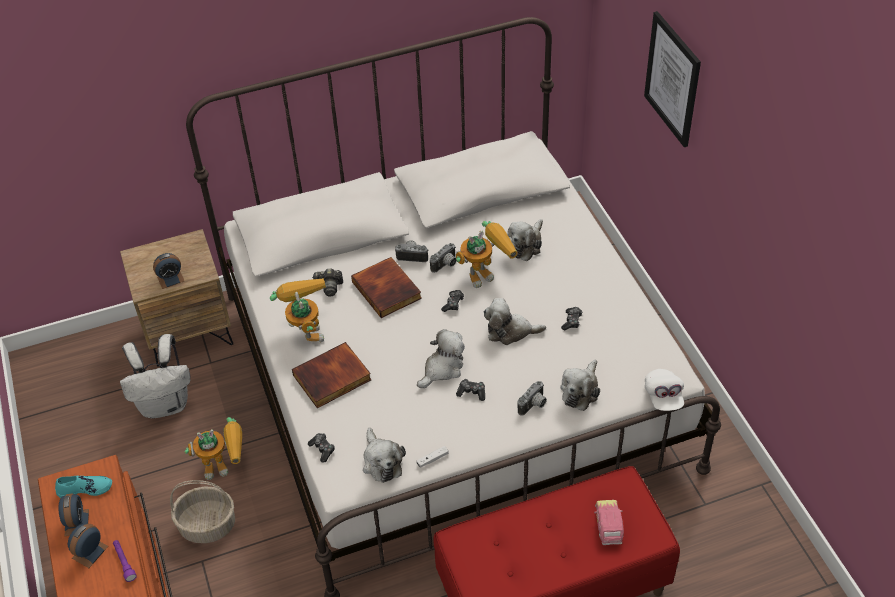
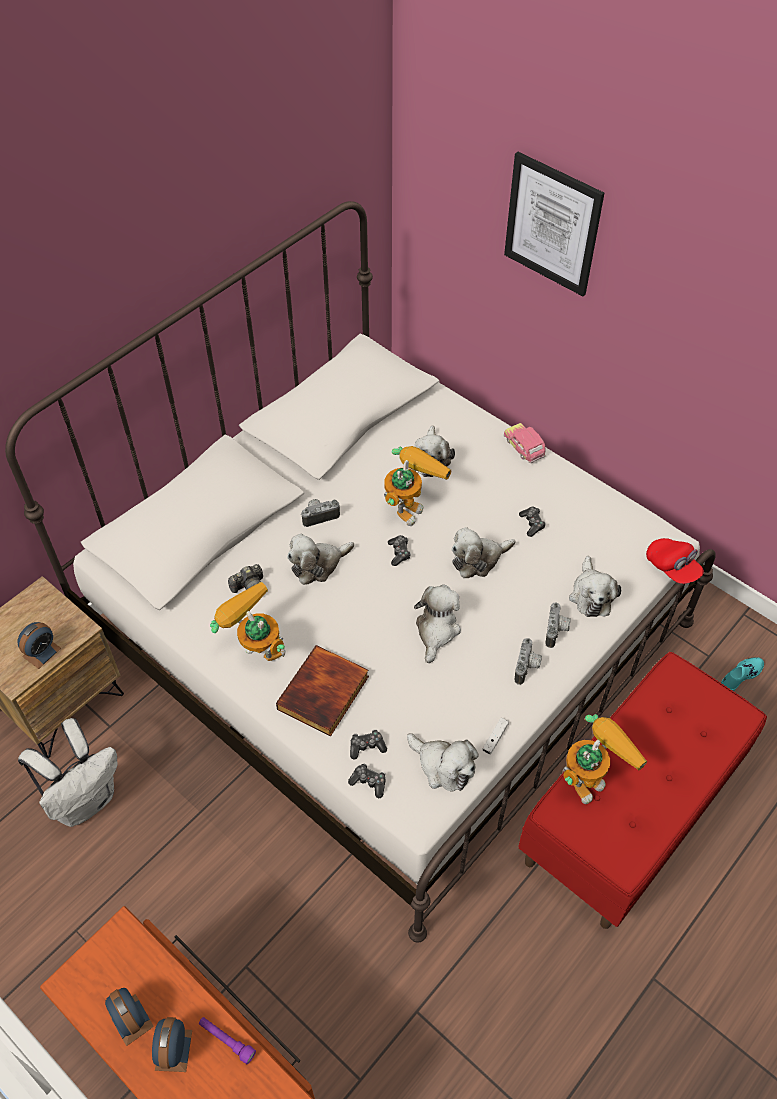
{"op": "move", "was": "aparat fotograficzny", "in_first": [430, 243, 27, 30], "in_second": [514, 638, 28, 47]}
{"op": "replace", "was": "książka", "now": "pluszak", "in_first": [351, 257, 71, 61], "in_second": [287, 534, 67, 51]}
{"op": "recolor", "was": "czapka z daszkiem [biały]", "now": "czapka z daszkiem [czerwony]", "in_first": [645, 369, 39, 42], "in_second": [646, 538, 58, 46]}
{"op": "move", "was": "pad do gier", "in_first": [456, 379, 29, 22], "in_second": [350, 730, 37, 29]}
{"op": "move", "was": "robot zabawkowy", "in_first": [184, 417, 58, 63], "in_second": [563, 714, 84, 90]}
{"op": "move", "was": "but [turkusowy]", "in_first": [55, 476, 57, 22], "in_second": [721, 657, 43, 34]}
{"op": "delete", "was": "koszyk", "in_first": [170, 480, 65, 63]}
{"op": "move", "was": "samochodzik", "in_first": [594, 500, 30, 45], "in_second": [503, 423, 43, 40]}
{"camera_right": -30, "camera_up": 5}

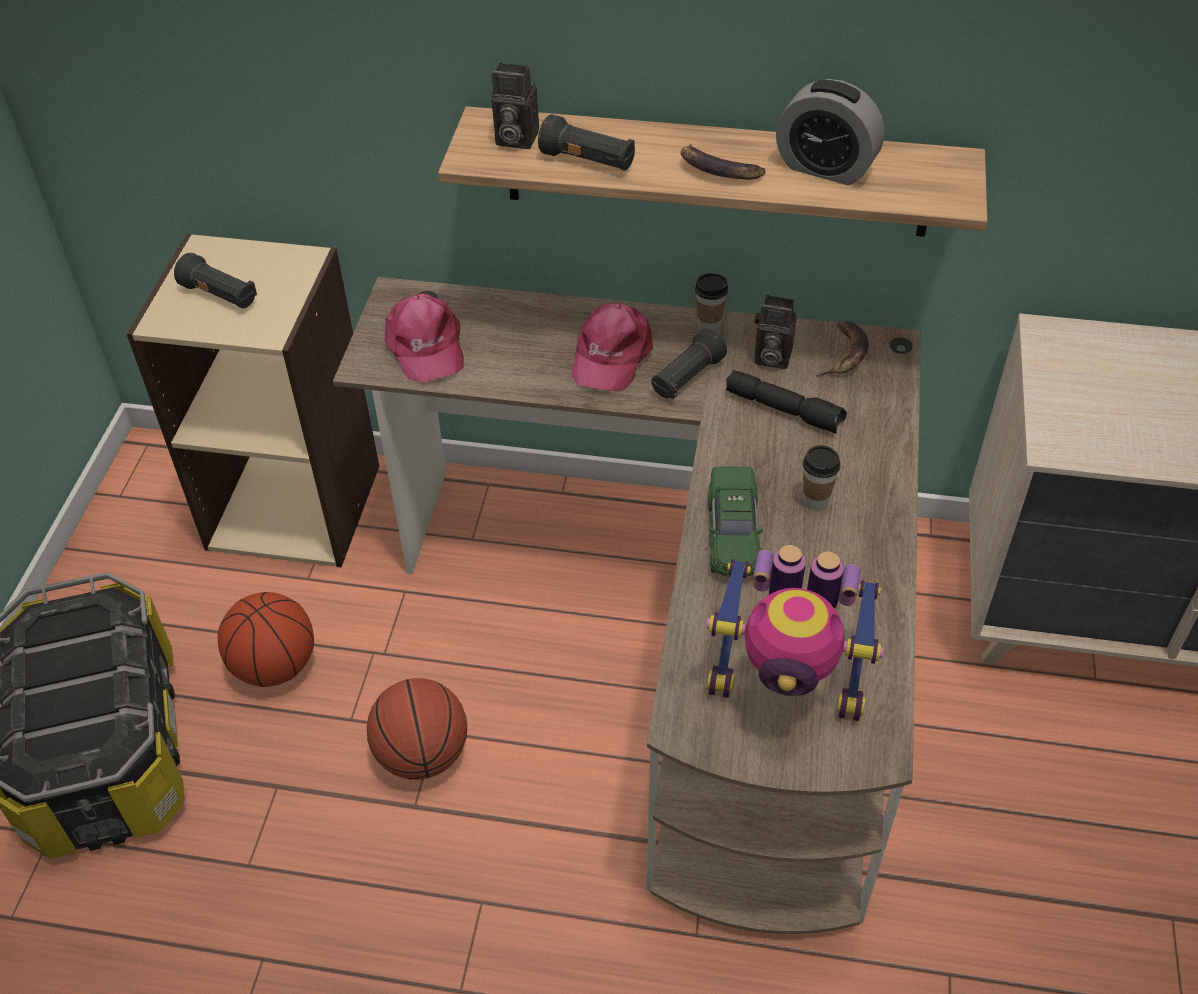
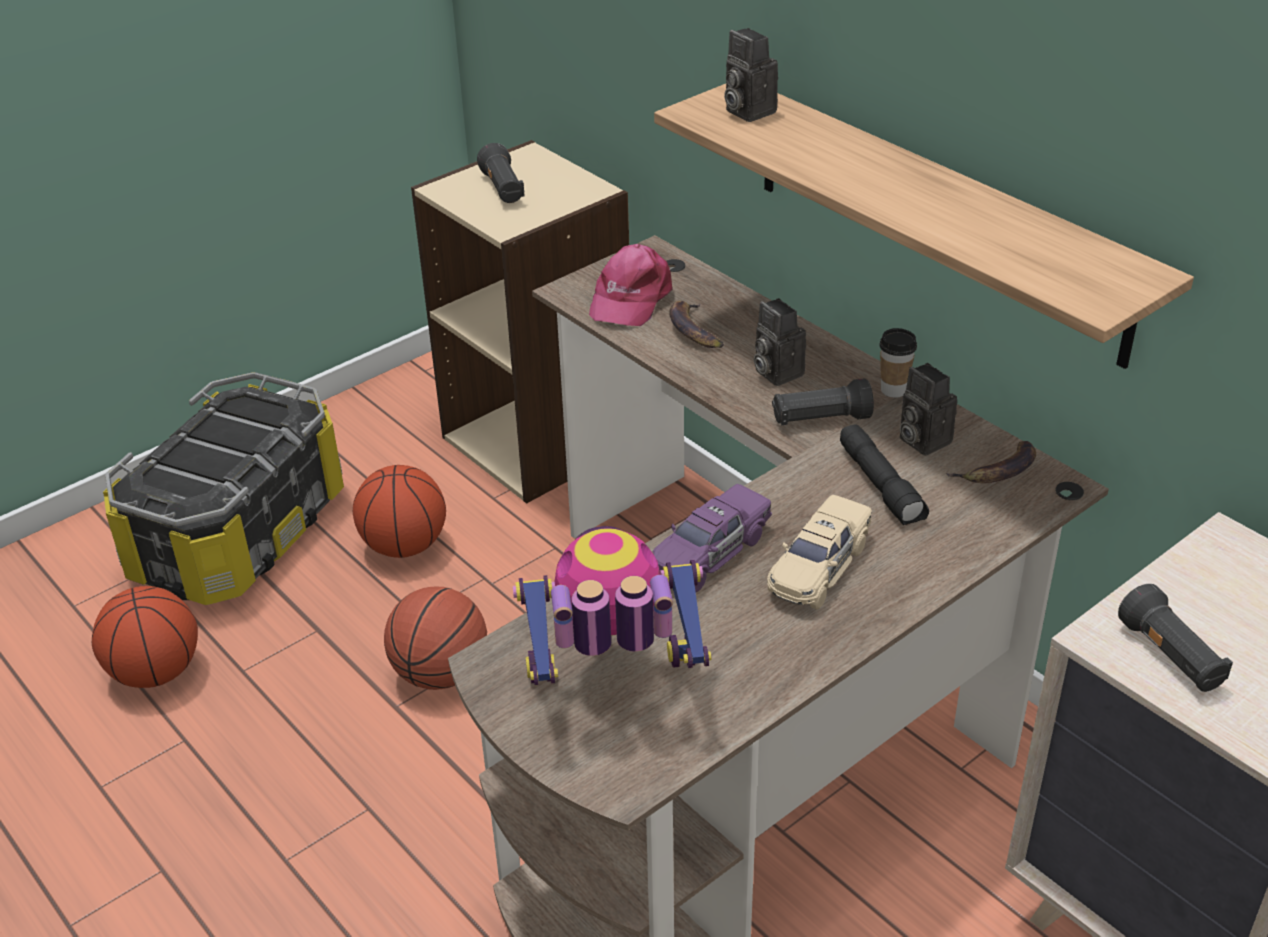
{"op": "delete", "was": "budzik", "in_first": [776, 79, 109, 106]}
{"op": "move", "was": "latarka [czarny]", "in_first": [538, 114, 97, 57], "in_second": [1118, 584, 115, 108]}
{"op": "move", "was": "banan", "in_first": [681, 144, 85, 36], "in_second": [669, 301, 55, 47]}
{"op": "replace", "was": "czapka z daszkiem [różowy]", "now": "aparat fotograficzny", "in_first": [572, 303, 81, 88], "in_second": [754, 298, 52, 88]}
{"op": "replace", "was": "filiżanka", "now": "samochodzik [beżowy]", "in_first": [803, 445, 37, 65], "in_second": [767, 495, 105, 115]}
{"op": "recolor", "was": "samochodzik [zielony]", "now": "samochodzik [fioletowy]", "in_first": [708, 466, 55, 111], "in_second": [652, 484, 120, 108]}
{"op": "rotate", "was": "robot zabawkowy", "in_first": [706, 545, 178, 176], "in_second": [513, 526, 198, 159], "clockwise": 120}
{"op": "insert", "now": "piłka do koszykówki", "in_second": [92, 586, 106, 102]}
{"camera_right": 40, "camera_up": -10}

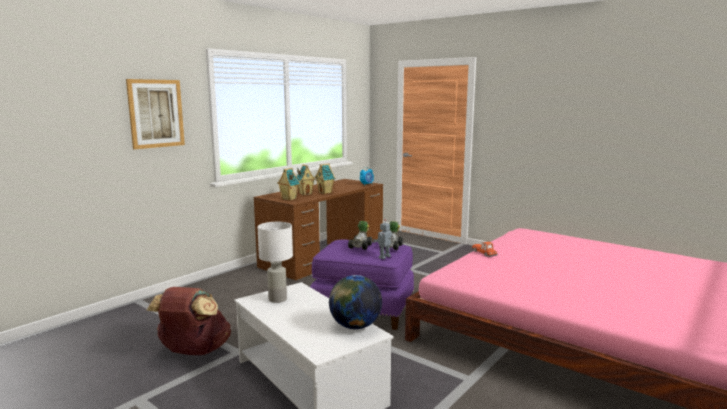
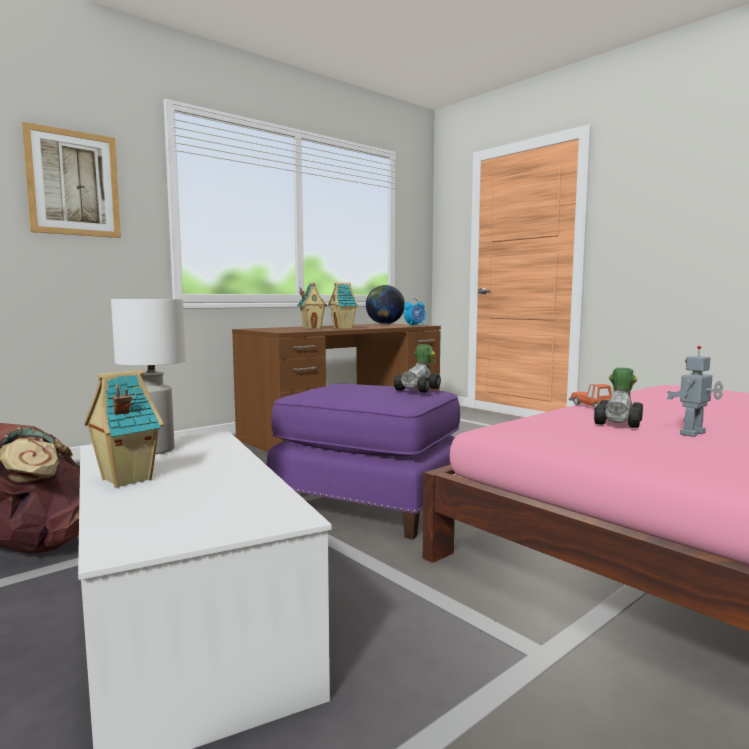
{"op": "move", "was": "domek", "in_first": [277, 168, 23, 32], "in_second": [84, 370, 80, 118]}
{"op": "move", "was": "robot zabawkowy", "in_first": [373, 219, 21, 40], "in_second": [666, 346, 57, 91]}
{"op": "move", "was": "samochodzik", "in_first": [348, 221, 25, 29], "in_second": [594, 367, 49, 61]}
{"op": "move", "was": "globus", "in_first": [329, 275, 53, 54], "in_second": [366, 285, 39, 39]}
{"camera_right": 10, "camera_up": -5}

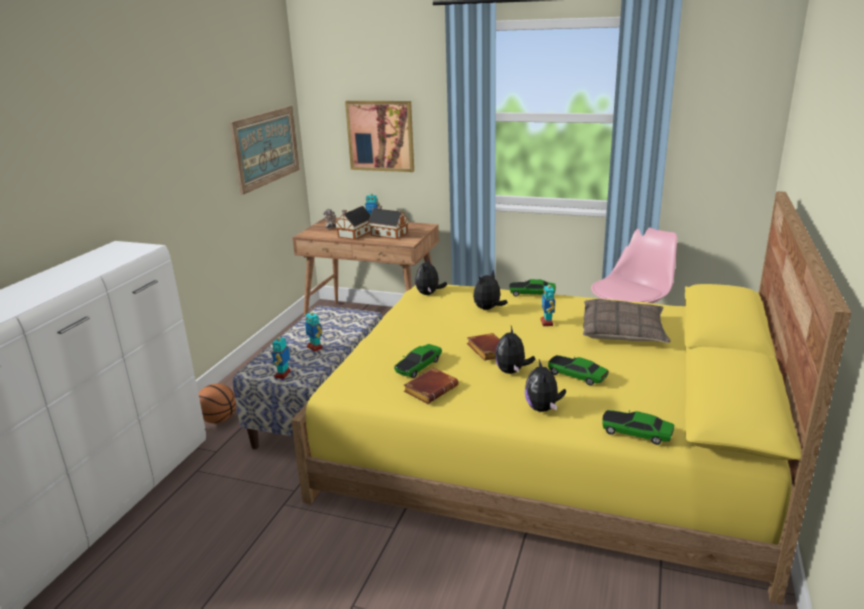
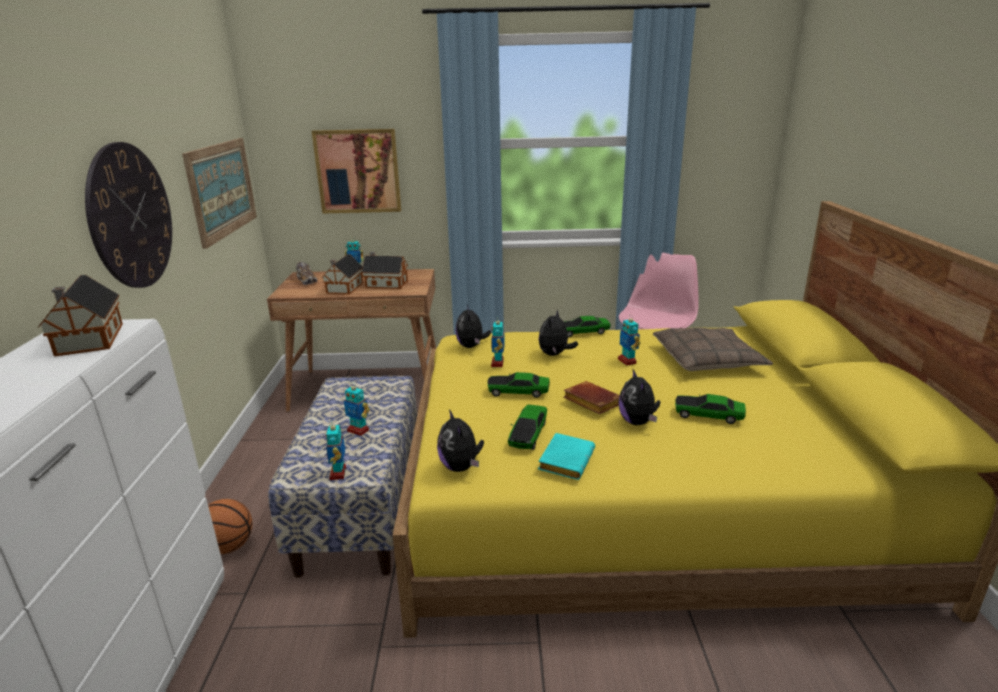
{"op": "move", "was": "pluszak", "in_first": [525, 359, 41, 53], "in_second": [437, 409, 47, 63]}
{"op": "recolor", "was": "książka [brązowy]", "now": "książka [turkusowy]", "in_first": [404, 368, 54, 36], "in_second": [538, 433, 57, 47]}
{"op": "move", "was": "samochodzik", "in_first": [602, 410, 72, 35], "in_second": [488, 372, 62, 26]}
{"op": "insert", "now": "zegar ścienny", "in_second": [85, 142, 87, 146]}
{"op": "insert", "now": "domek", "in_second": [38, 275, 85, 82]}
{"op": "insert", "now": "robot zabawkowy", "in_second": [491, 317, 14, 50]}
{"camera_right": -20, "camera_up": 0}

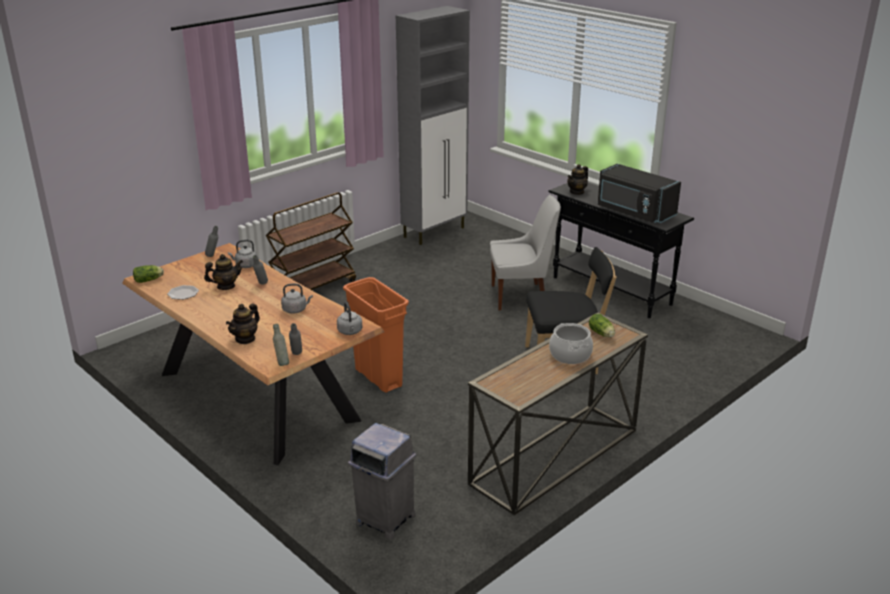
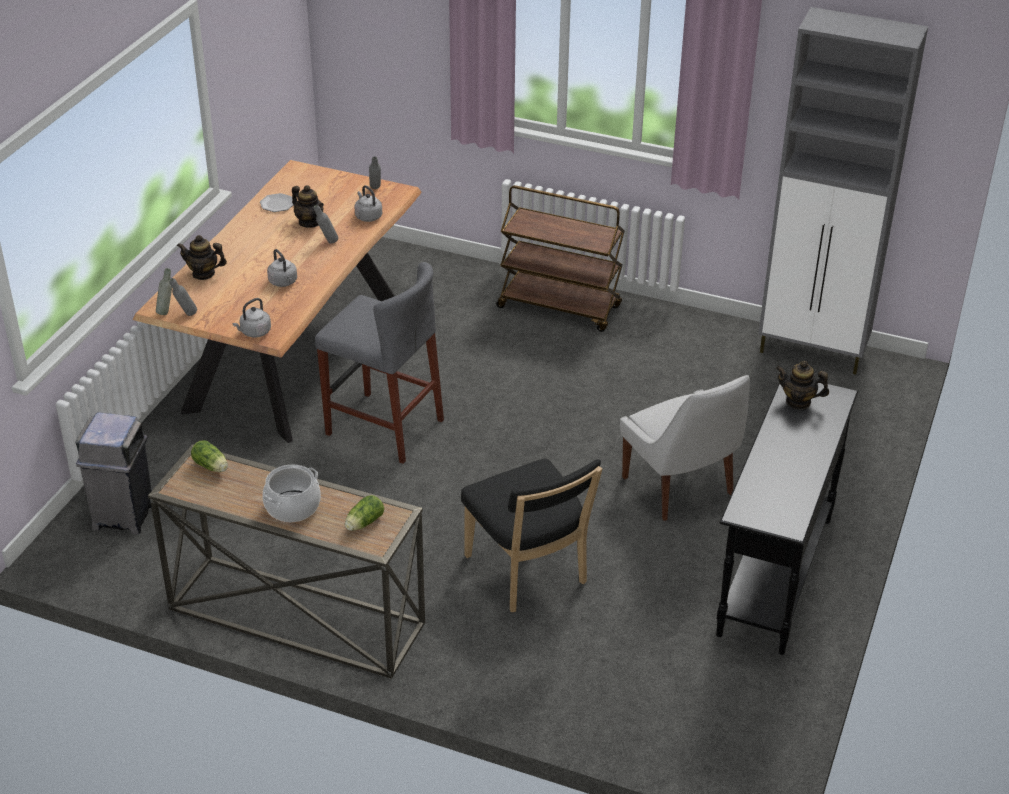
{"op": "delete", "was": "mikrofalówka [czarny]", "in_first": [598, 164, 83, 59]}
{"op": "move", "was": "sałata", "in_first": [133, 265, 31, 18], "in_second": [191, 440, 37, 32]}
{"op": "replace", "was": "kosz na śmieci [pomarańczowy]", "now": "stołek [szary]", "in_first": [343, 277, 66, 116], "in_second": [315, 262, 129, 202]}
{"camera_right": 65, "camera_up": 10}

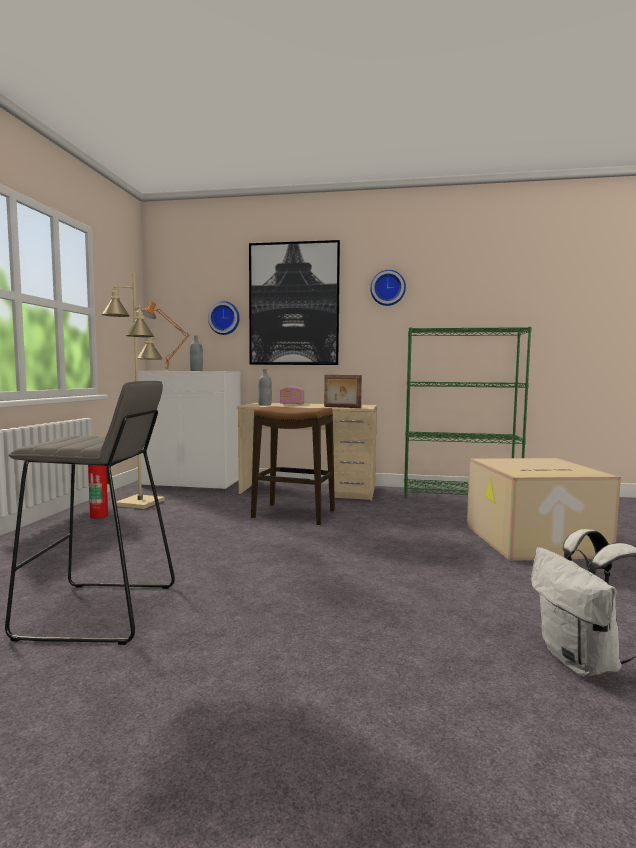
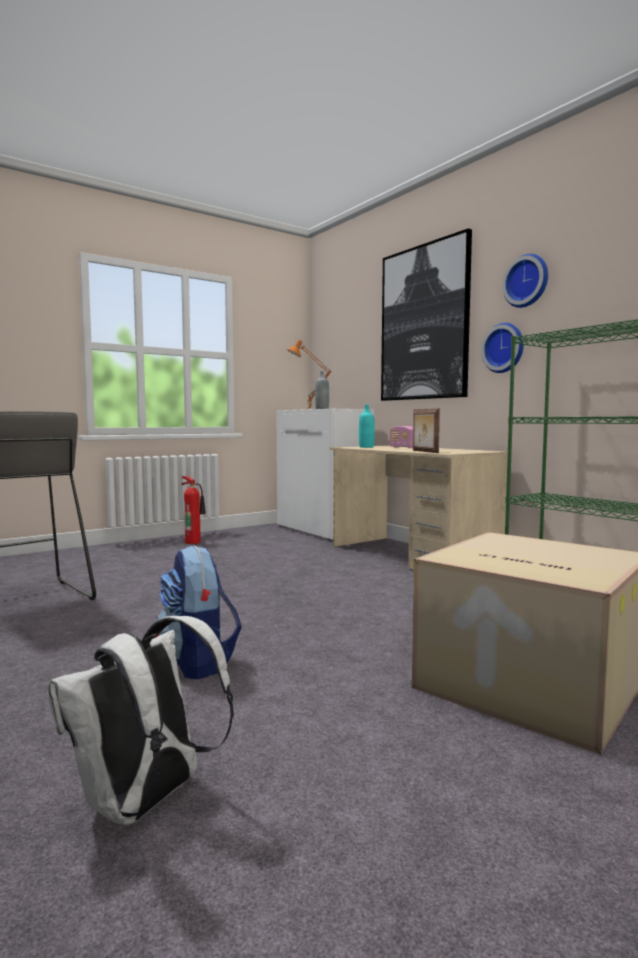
{"op": "delete", "was": "lampa stojąca [beżowy]", "in_first": [101, 273, 64, 236]}
{"op": "move", "was": "zegar ścienny", "in_first": [208, 301, 32, 34], "in_second": [481, 323, 43, 50]}
{"op": "recolor", "was": "butelka [szary]", "now": "butelka [turkusowy]", "in_first": [258, 369, 14, 37], "in_second": [359, 405, 16, 43]}
{"op": "delete", "was": "stołek", "in_first": [251, 406, 84, 119]}
{"op": "insert", "now": "plecak", "in_second": [154, 545, 88, 135]}
{"camera_right": 45, "camera_up": 0}

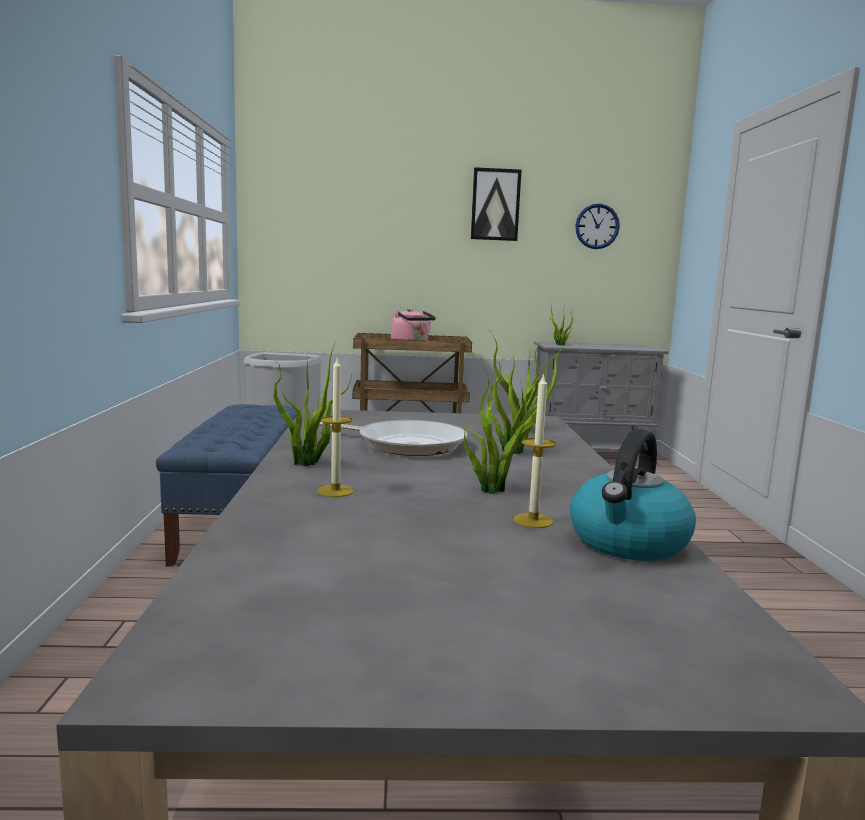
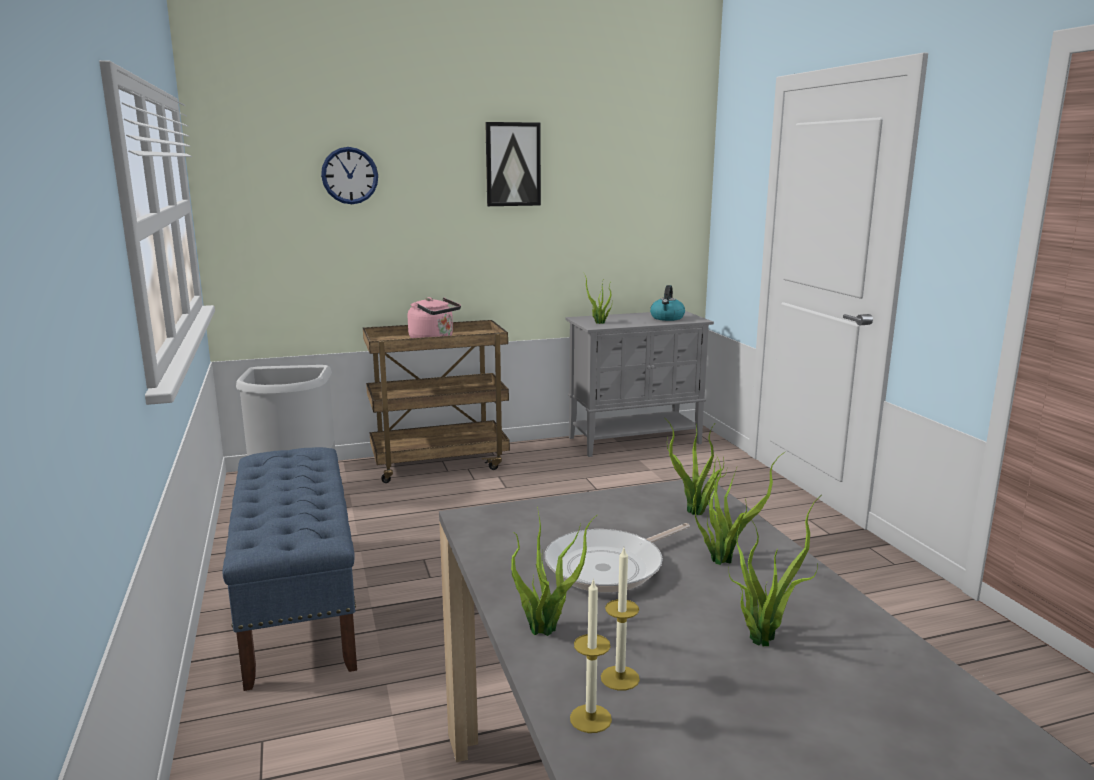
{"op": "move", "was": "zegar ścienny", "in_first": [575, 203, 45, 46], "in_second": [321, 147, 57, 57]}
{"op": "move", "was": "świeca", "in_first": [513, 373, 43, 155], "in_second": [570, 578, 42, 155]}
{"op": "rotate", "was": "patelnia", "in_first": [319, 420, 148, 36], "in_second": [545, 523, 145, 69], "clockwise": 135}
{"op": "move", "was": "czajnik", "in_first": [570, 429, 126, 132], "in_second": [650, 285, 35, 36]}
{"camera_right": -15, "camera_up": 5}

